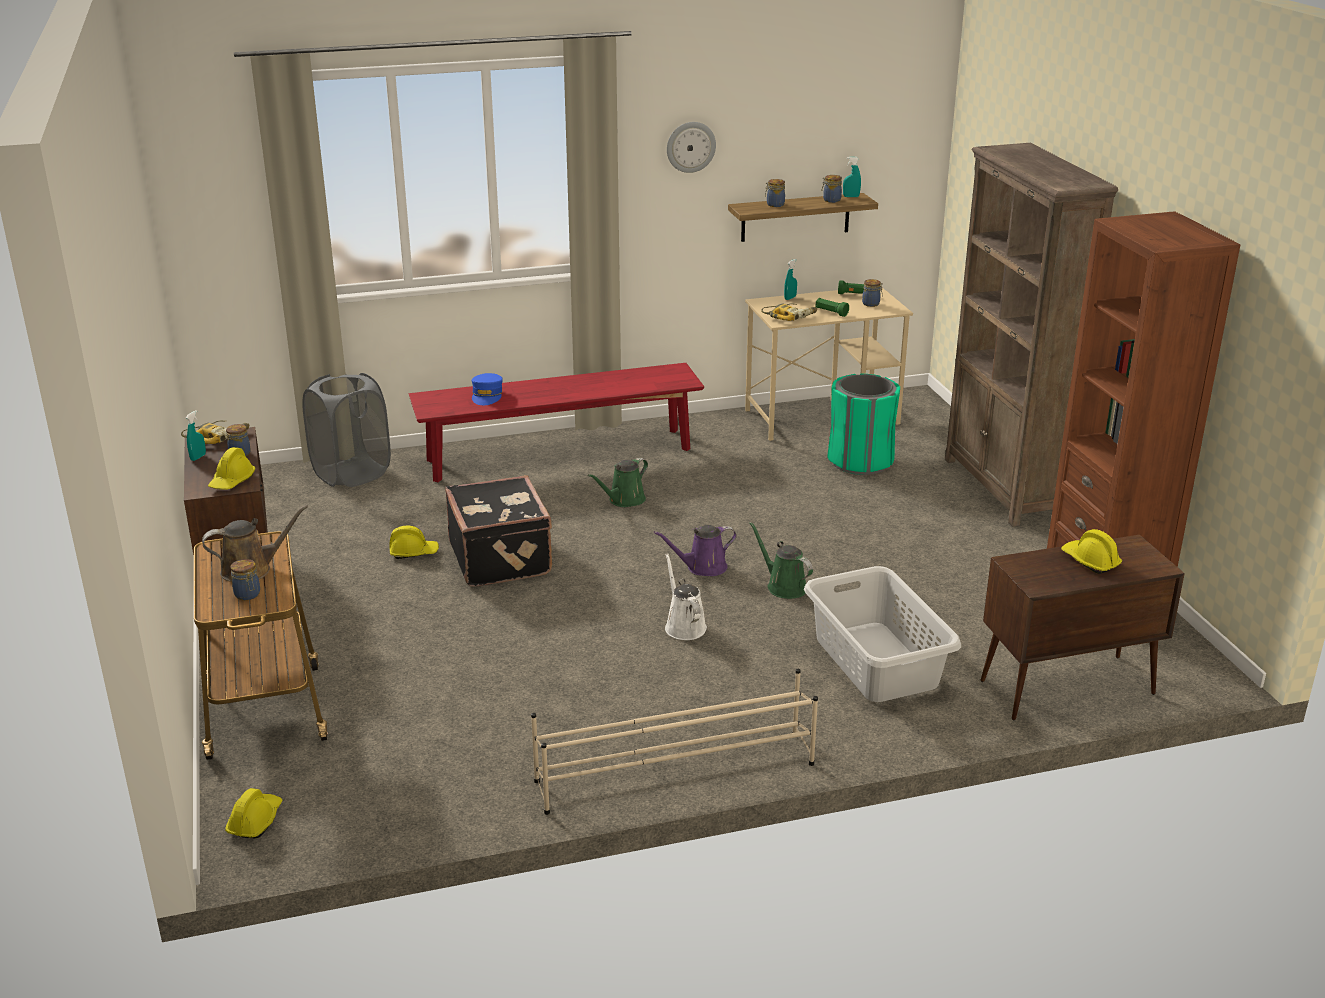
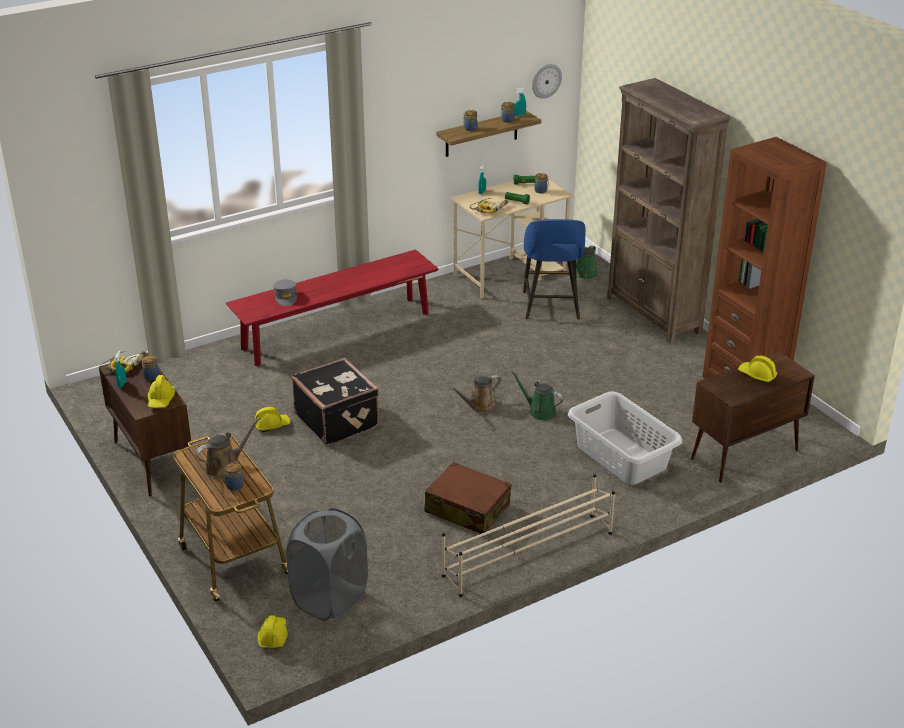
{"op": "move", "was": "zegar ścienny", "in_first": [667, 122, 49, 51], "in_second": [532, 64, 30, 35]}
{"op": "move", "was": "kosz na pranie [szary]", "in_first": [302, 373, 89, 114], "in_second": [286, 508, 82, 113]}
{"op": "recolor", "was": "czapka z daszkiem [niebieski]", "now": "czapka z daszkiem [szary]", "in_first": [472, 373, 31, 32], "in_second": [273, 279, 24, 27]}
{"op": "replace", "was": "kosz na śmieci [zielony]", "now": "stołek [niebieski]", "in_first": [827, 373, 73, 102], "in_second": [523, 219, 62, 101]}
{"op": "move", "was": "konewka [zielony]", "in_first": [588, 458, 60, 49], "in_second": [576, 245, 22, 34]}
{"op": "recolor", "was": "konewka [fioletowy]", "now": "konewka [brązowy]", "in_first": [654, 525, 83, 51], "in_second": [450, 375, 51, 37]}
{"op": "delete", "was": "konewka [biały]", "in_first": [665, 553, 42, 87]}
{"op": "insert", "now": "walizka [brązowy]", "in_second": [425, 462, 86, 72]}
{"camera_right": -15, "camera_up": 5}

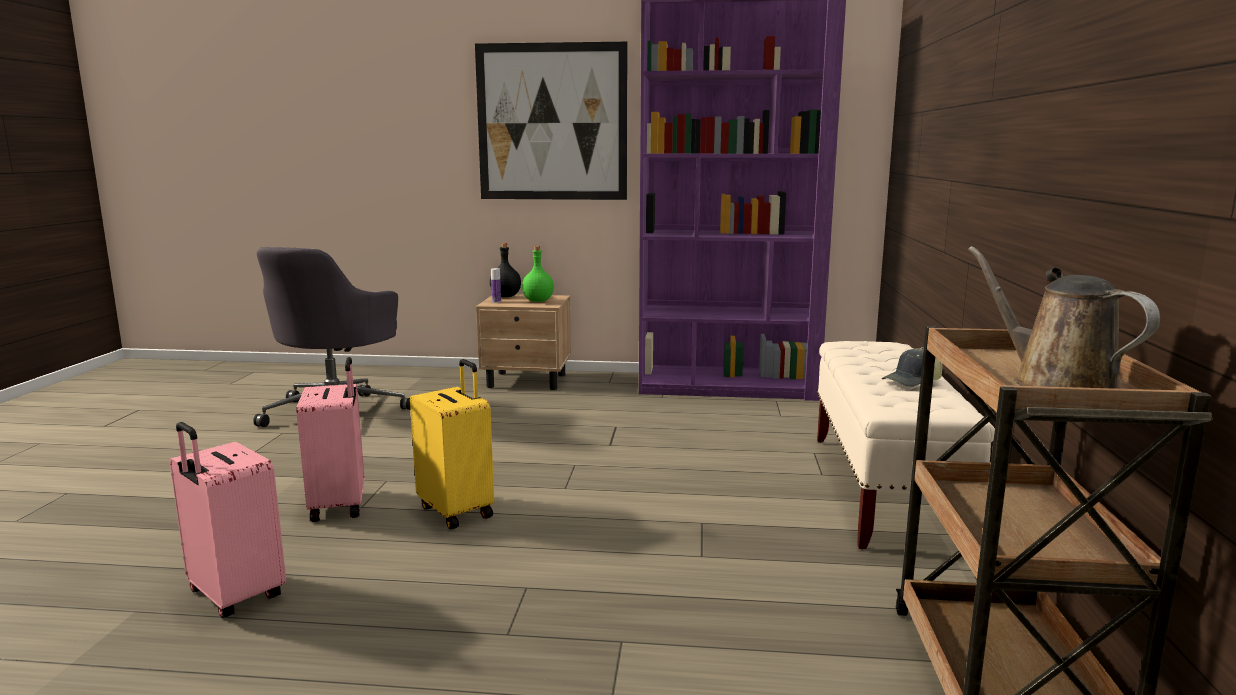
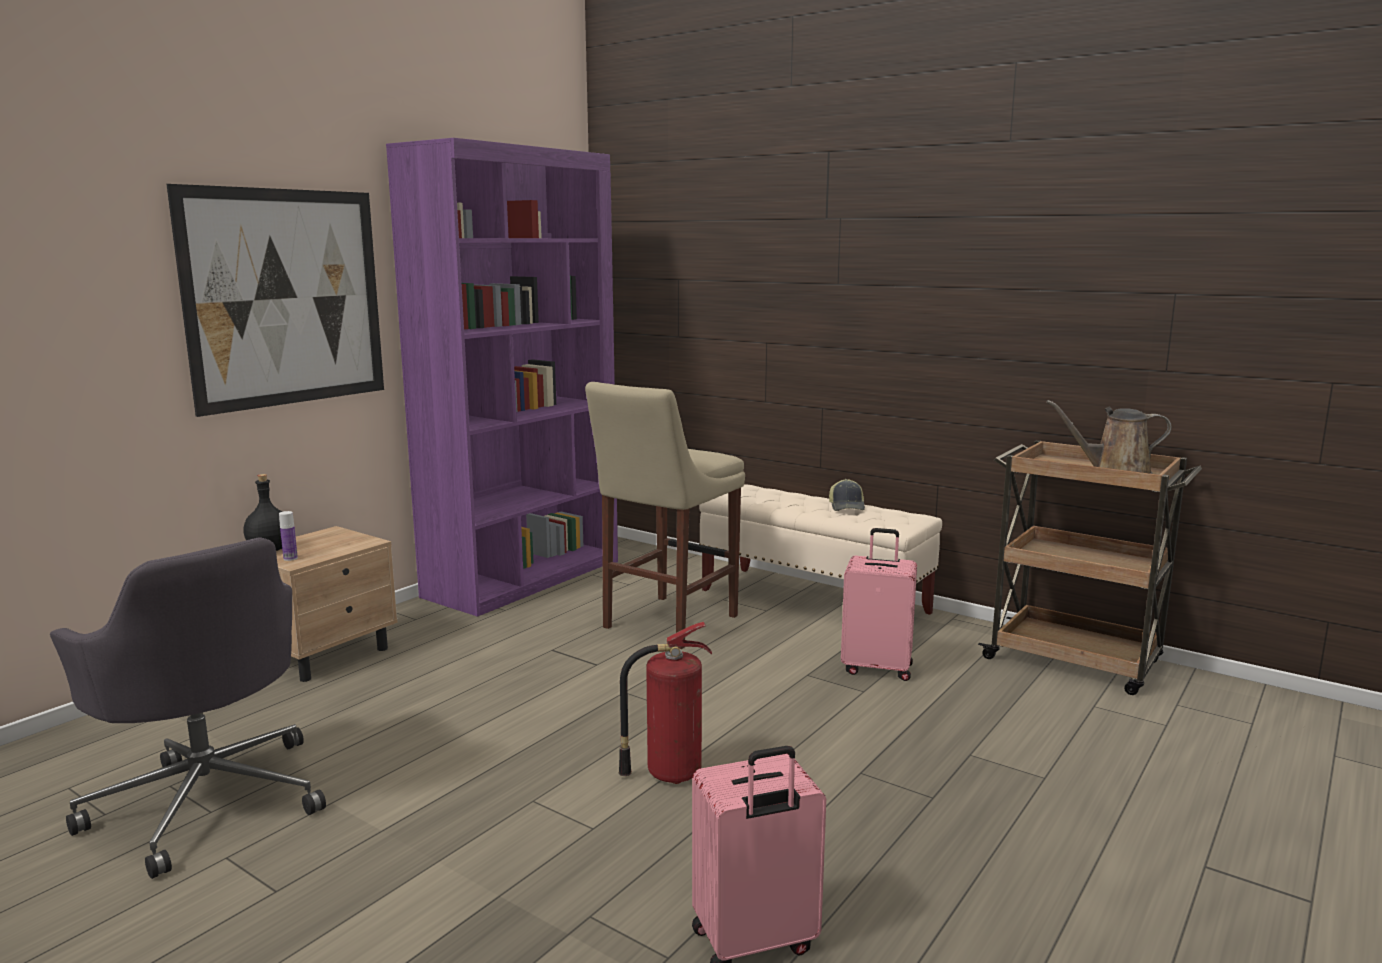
{"op": "delete", "was": "butelka [zielony]", "in_first": [522, 246, 32, 56]}
{"op": "move", "was": "walizka [różowy]", "in_first": [296, 357, 68, 165], "in_second": [841, 528, 76, 153]}
{"op": "replace", "was": "walizka [żółty]", "now": "gaśnica", "in_first": [410, 359, 84, 170], "in_second": [619, 622, 93, 162]}
{"op": "insert", "now": "stołek [beżowy]", "in_second": [585, 382, 160, 267]}
{"camera_right": -60, "camera_up": 0}

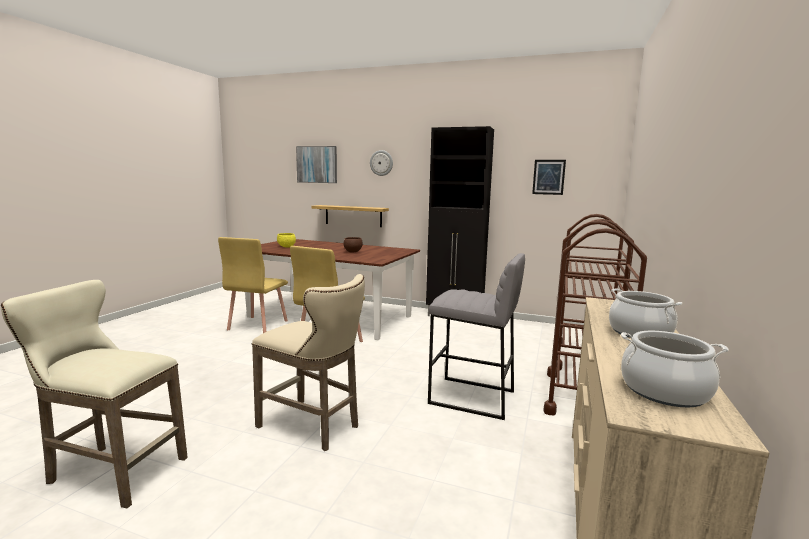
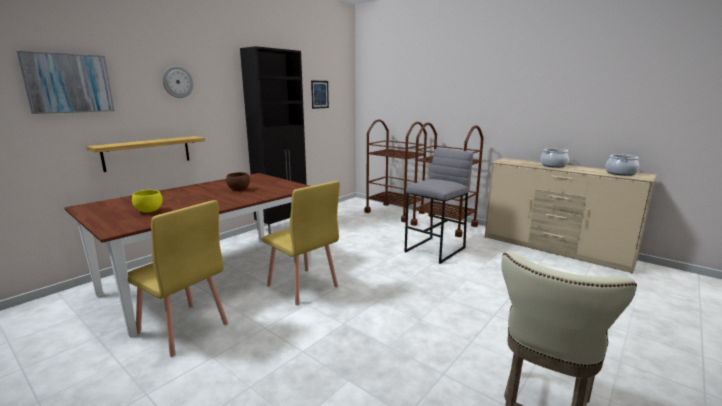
{"op": "delete", "was": "stołek [beżowy]", "in_first": [252, 274, 113, 177]}
{"camera_right": -70, "camera_up": 5}

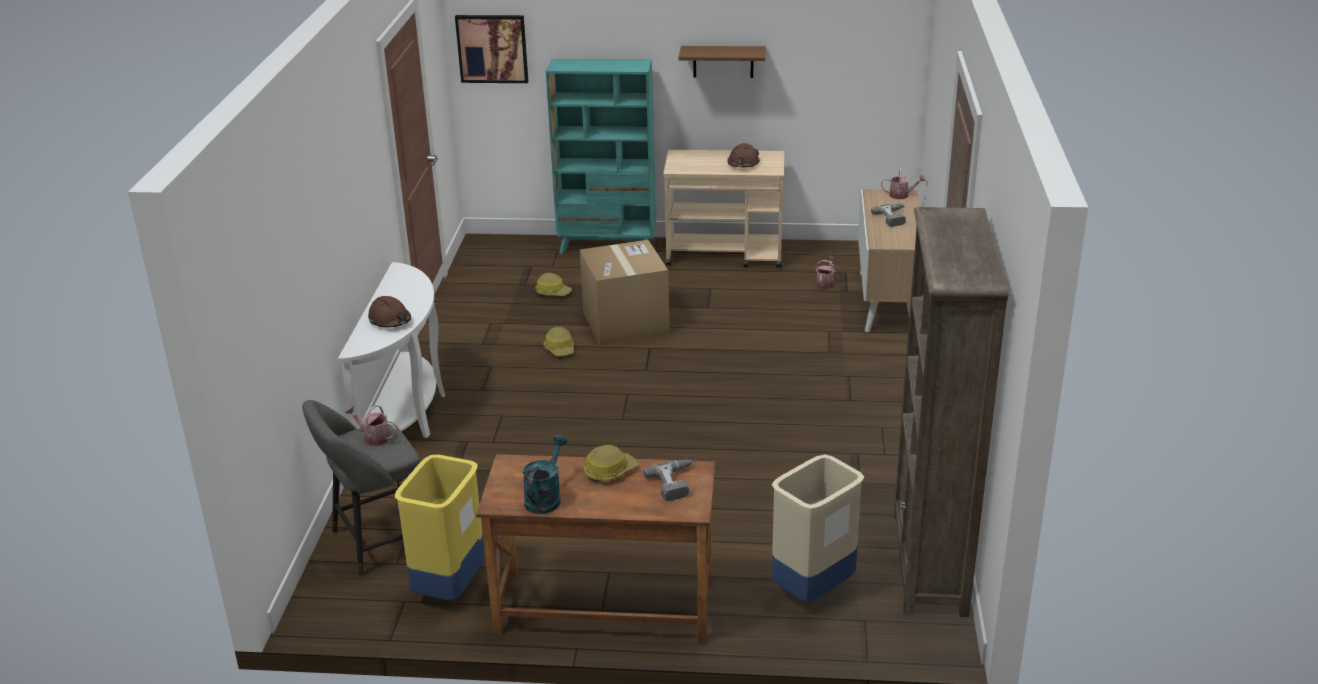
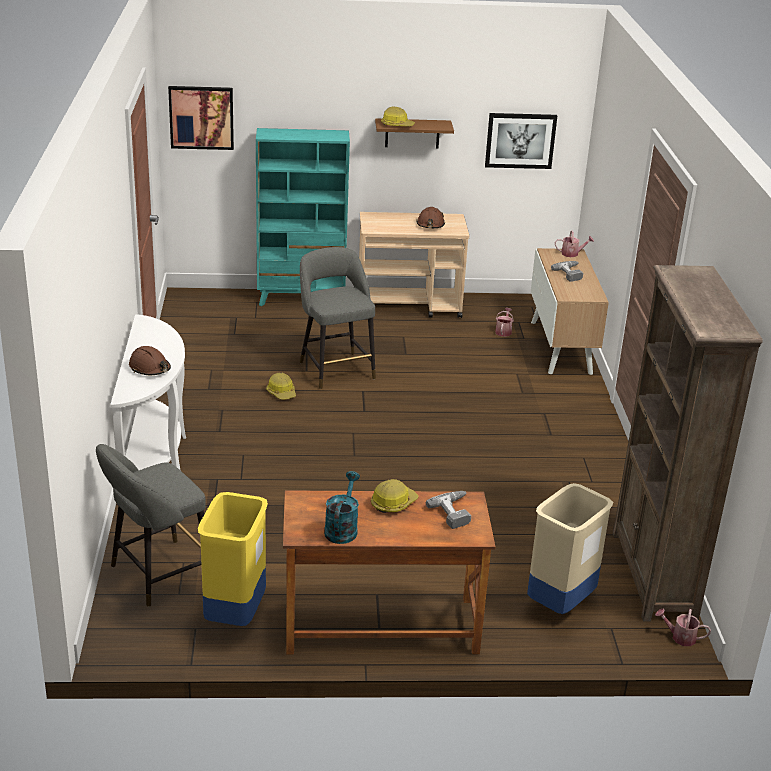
{"op": "replace", "was": "karton", "now": "stołek [szary]", "in_first": [580, 240, 90, 105], "in_second": [300, 247, 76, 142]}
{"op": "move", "was": "kask", "in_first": [535, 273, 37, 23], "in_second": [381, 106, 34, 21]}
{"op": "move", "was": "konewka", "in_first": [345, 405, 52, 41], "in_second": [655, 608, 56, 38]}
{"op": "insert", "now": "obraz", "in_second": [485, 113, 72, 56]}
{"camera_right": -10, "camera_up": 0}

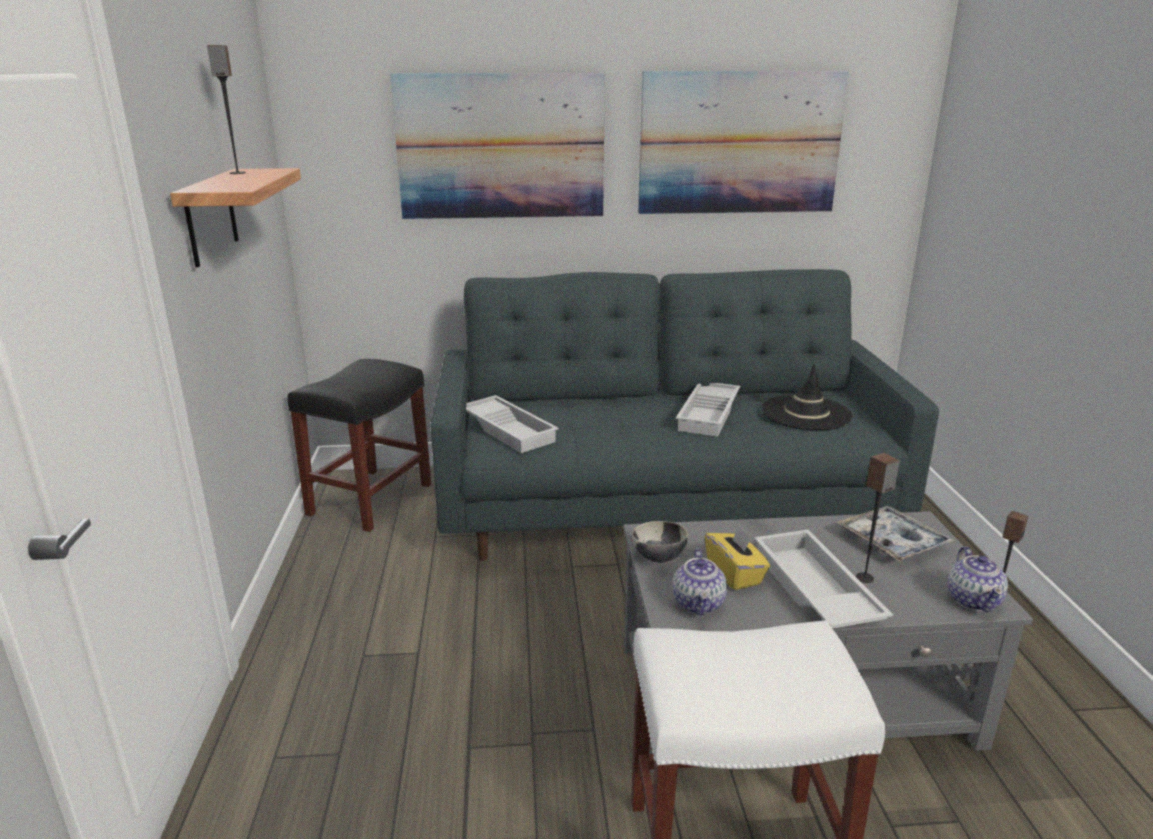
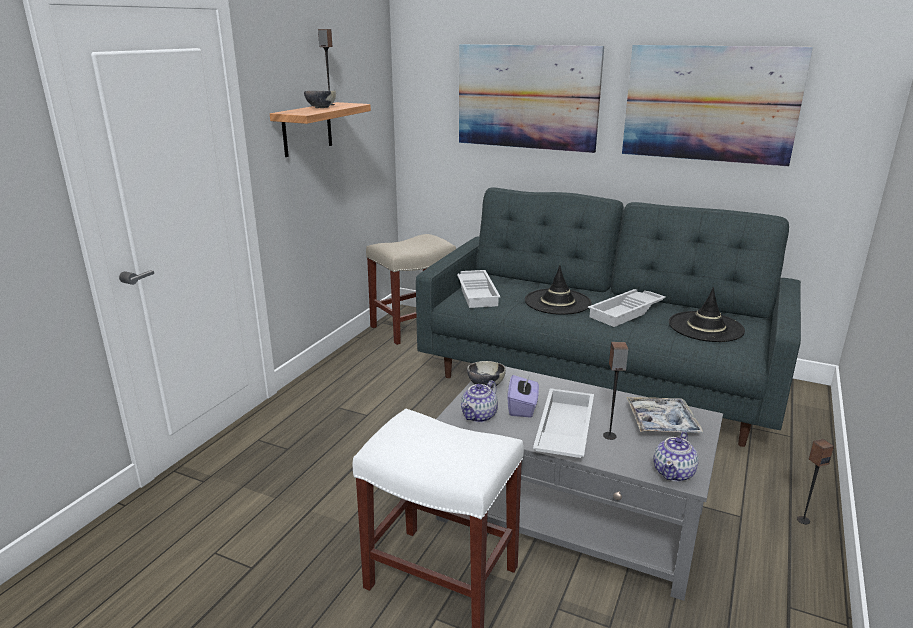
{"op": "recolor", "was": "stołek [czarny]", "now": "stołek [beżowy]", "in_first": [288, 359, 143, 173], "in_second": [366, 234, 90, 111]}
{"op": "recolor", "was": "pudełko chusteczek [żółty]", "now": "pudełko chusteczek [fioletowy]", "in_first": [705, 524, 65, 66], "in_second": [508, 375, 31, 43]}
{"op": "insert", "now": "miska", "in_second": [304, 90, 32, 18]}
{"op": "insert", "now": "kapelusz [czarny]", "in_second": [525, 265, 67, 50]}
{"camera_right": 30, "camera_up": 0}

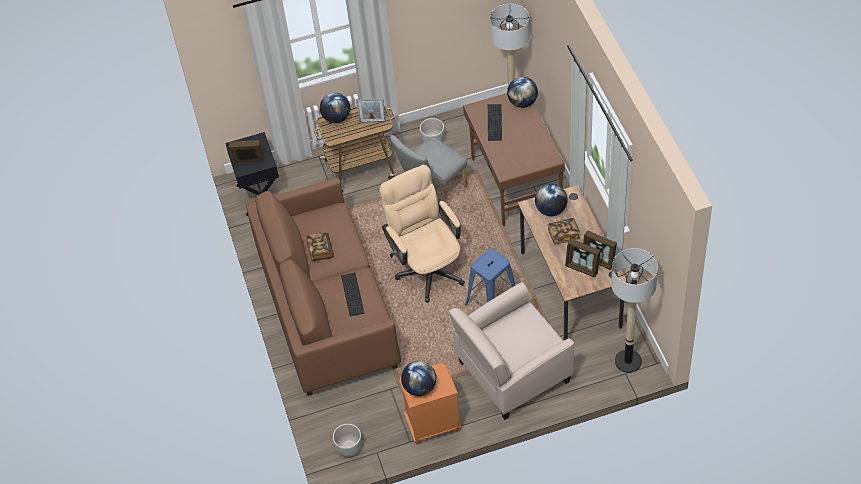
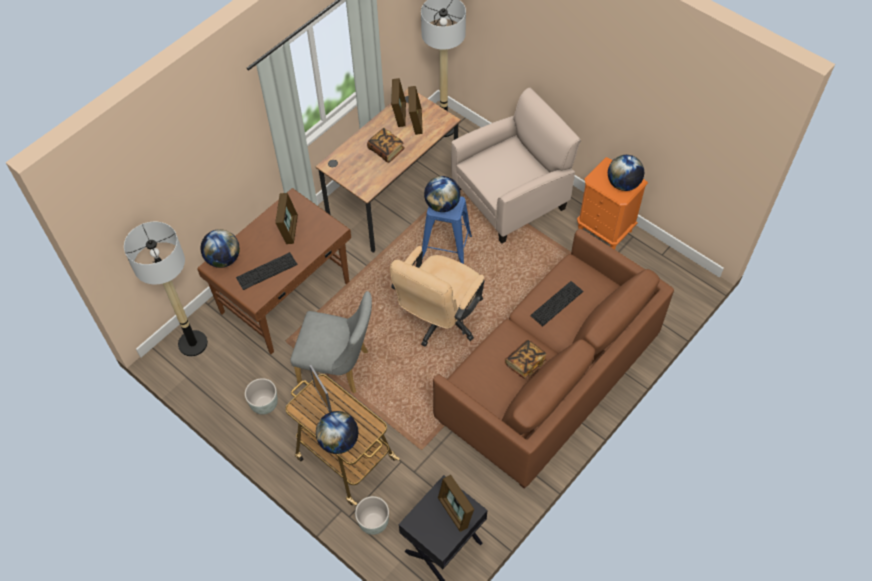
{"op": "move", "was": "globus", "in_first": [535, 184, 33, 32], "in_second": [424, 176, 36, 36]}
{"op": "rotate", "was": "fotel [beżowy]", "in_first": [448, 282, 126, 138], "in_second": [451, 88, 130, 156], "clockwise": -60}
{"op": "move", "was": "donica [szary]", "in_first": [333, 424, 29, 33], "in_second": [355, 496, 34, 39]}
{"op": "insert", "now": "ramka na zdjęcie", "in_second": [275, 193, 23, 51]}
{"camera_right": -125, "camera_up": 5}

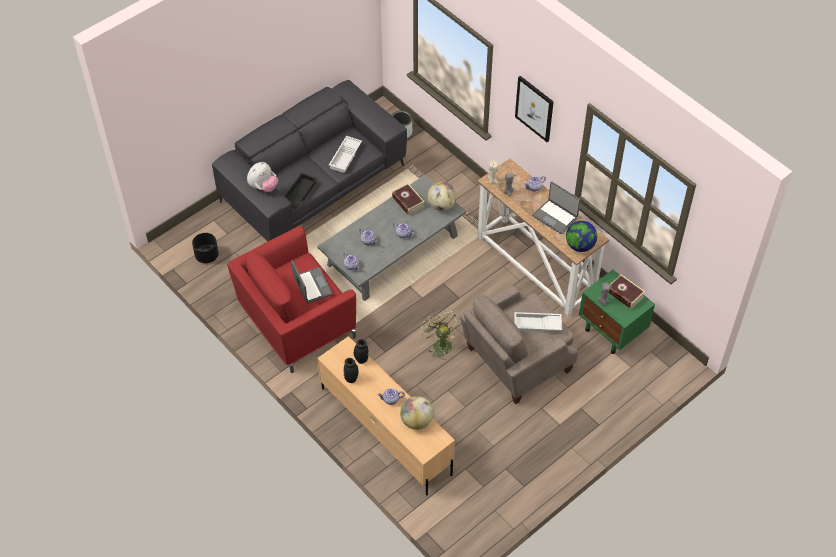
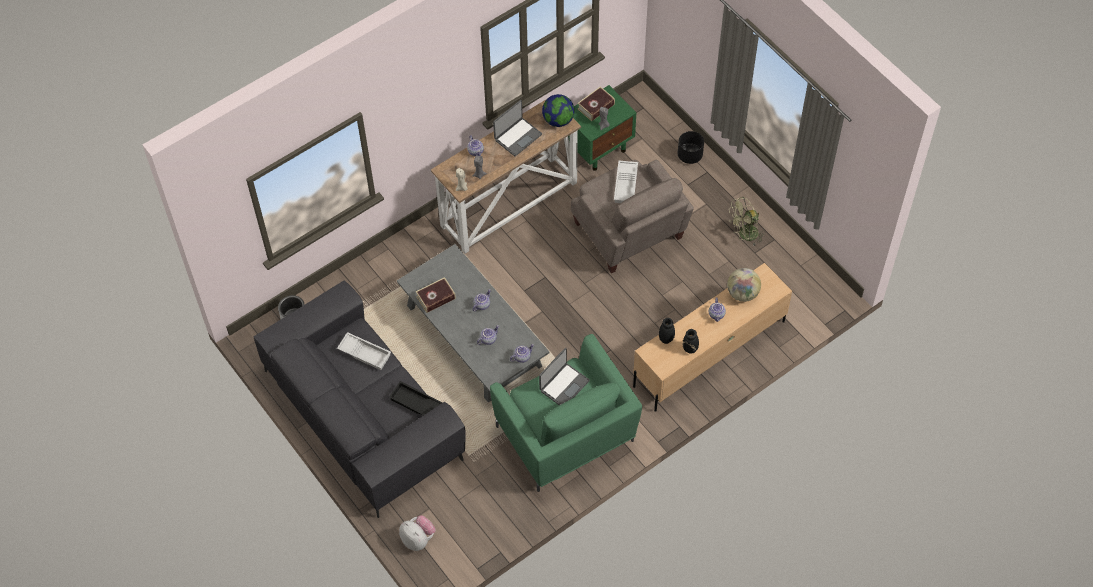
{"op": "delete", "was": "obraz", "in_first": [515, 76, 39, 66]}
{"op": "move", "was": "pluszak", "in_first": [247, 162, 31, 30], "in_second": [399, 515, 37, 36]}
{"op": "delete", "was": "globus", "in_first": [427, 182, 29, 29]}
{"op": "recolor", "was": "fotel [czerwony]", "now": "fotel [zielony]", "in_first": [227, 226, 129, 147], "in_second": [490, 334, 152, 158]}
{"op": "move", "was": "donica [czarny]", "in_first": [192, 233, 27, 30], "in_second": [678, 131, 26, 33]}
{"op": "rotate", "was": "laptop", "in_first": [291, 260, 42, 43], "in_second": [539, 348, 51, 57], "clockwise": 150}
{"op": "move", "was": "wentylator [zielony]", "in_first": [419, 309, 40, 51], "in_second": [729, 197, 36, 49]}
{"camera_right": -85, "camera_up": 5}

